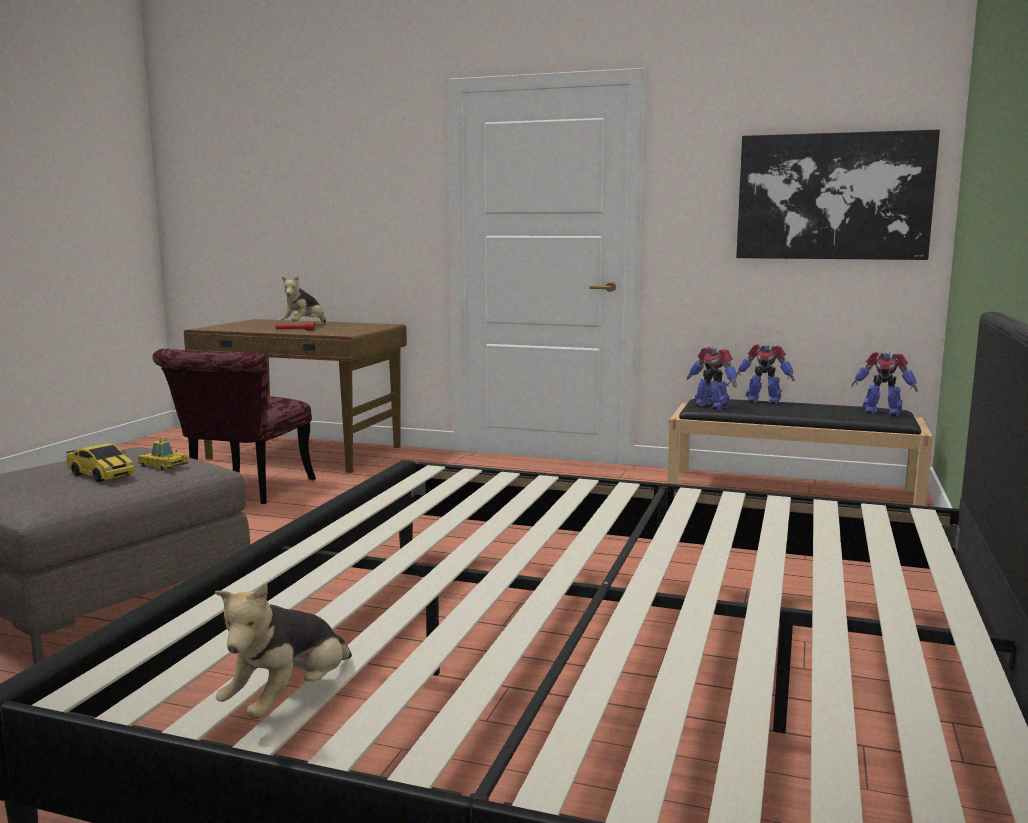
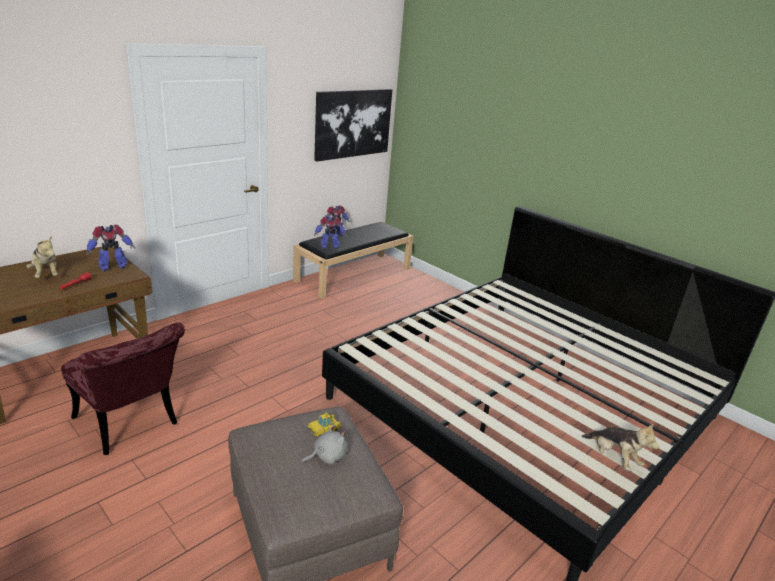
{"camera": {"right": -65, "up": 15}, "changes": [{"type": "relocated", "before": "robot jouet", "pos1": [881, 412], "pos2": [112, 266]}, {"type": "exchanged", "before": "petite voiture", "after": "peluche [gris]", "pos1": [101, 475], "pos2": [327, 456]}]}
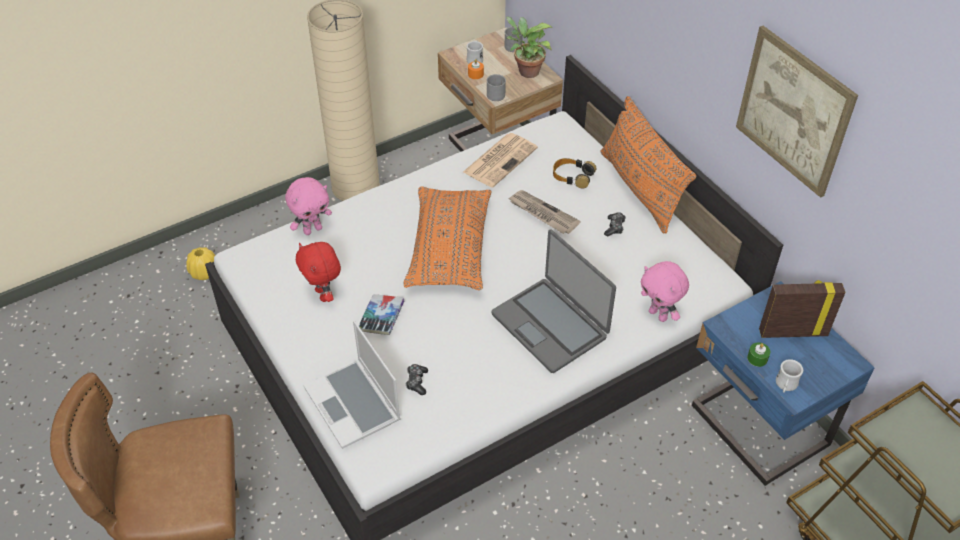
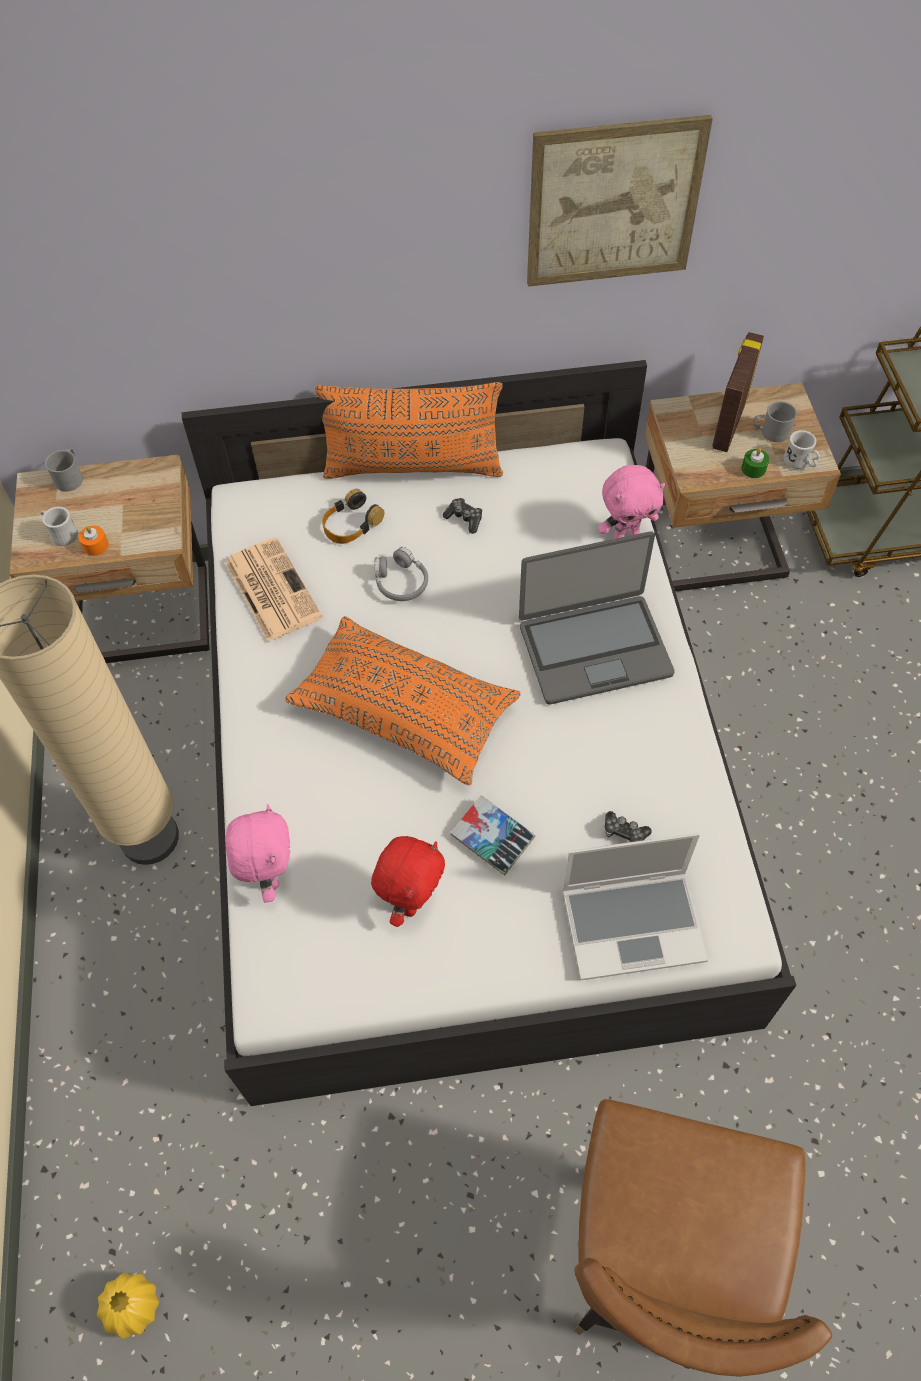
{"camera": {"right": -65, "up": 10}, "changes": [{"type": "relocated", "before": "vase [jaune]", "pos1": [204, 272], "pos2": [133, 1306]}, {"type": "spun", "before": "peluche [rouge]", "pos1": [324, 295], "pos2": [412, 901], "turn": -60}, {"type": "exchanged", "before": "journal", "after": "casque audio [gris]", "pos1": [542, 213], "pos2": [401, 582]}, {"type": "colour", "before": "table de chevet [bleu]", "after": "table de chevet [beige]", "pos1": [756, 429], "pos2": [713, 551]}, {"type": "relocated", "before": "mug [gris]", "pos1": [494, 93], "pos2": [770, 432]}, {"type": "missing", "before": "plante en pot", "pos1": [526, 71]}]}
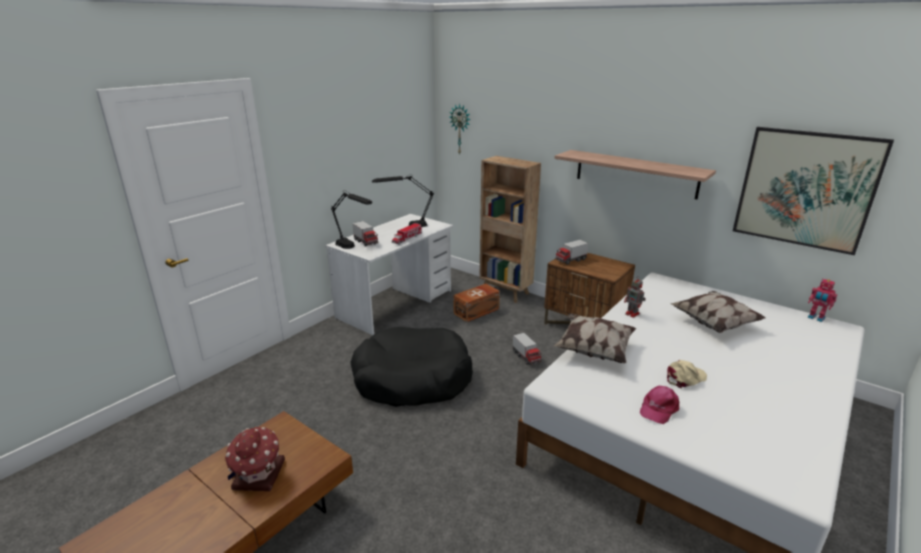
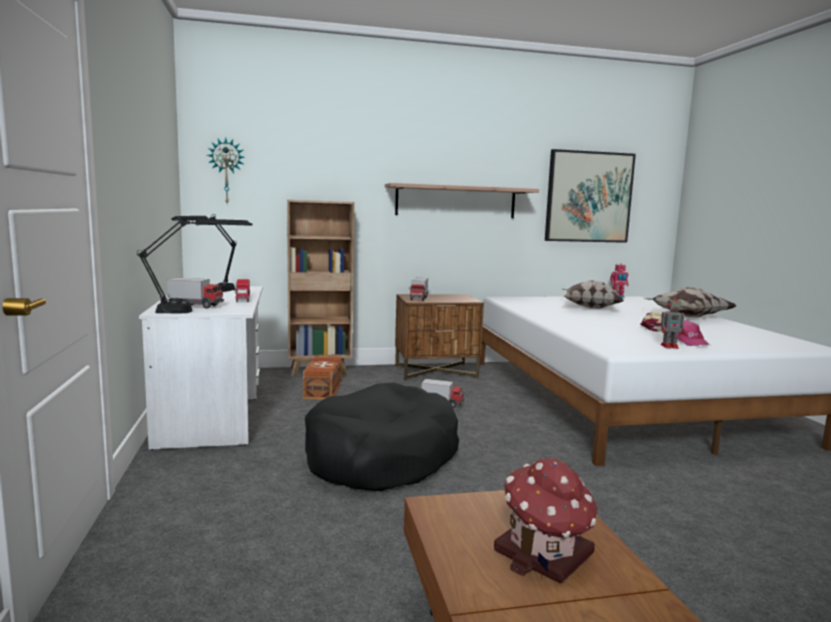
{"camera": {"right": -50, "up": -15}, "changes": [{"type": "relocated", "before": "coussin", "pos1": [593, 350], "pos2": [686, 316]}, {"type": "relocated", "before": "robot jouet", "pos1": [633, 314], "pos2": [670, 346]}]}
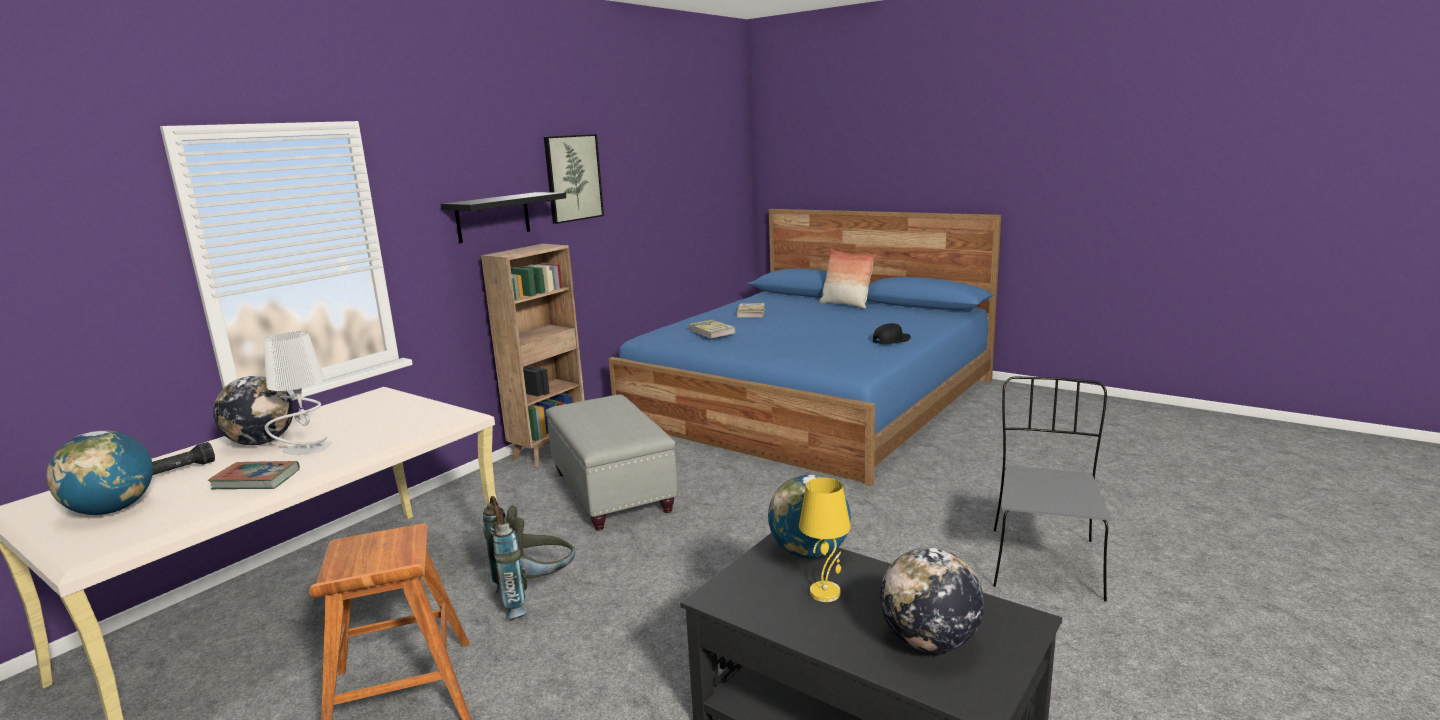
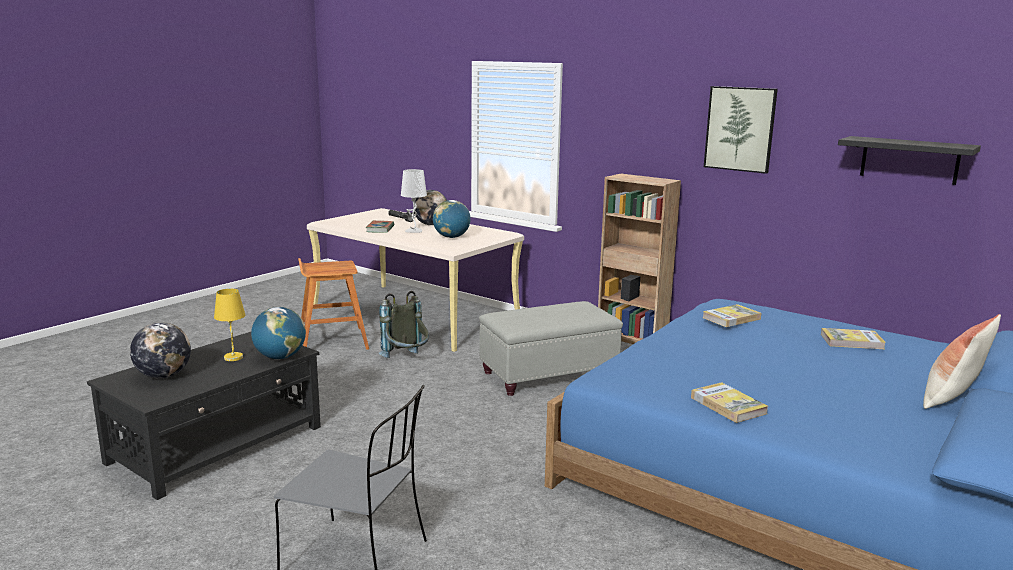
{"camera": {"right": 90, "up": 0}, "changes": [{"type": "relocated", "before": "globe", "pos1": [113, 510], "pos2": [451, 237]}, {"type": "exchanged", "before": "casquette [noir]", "after": "livre", "pos1": [891, 340], "pos2": [728, 405]}, {"type": "relocated", "before": "étagère [noir]", "pos1": [493, 217], "pos2": [909, 160]}]}
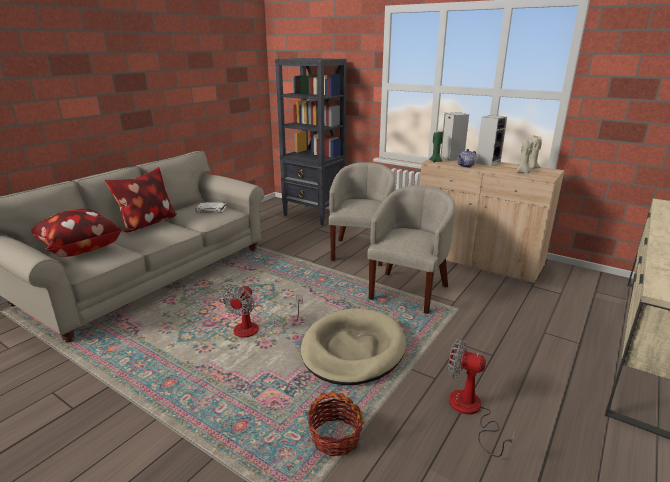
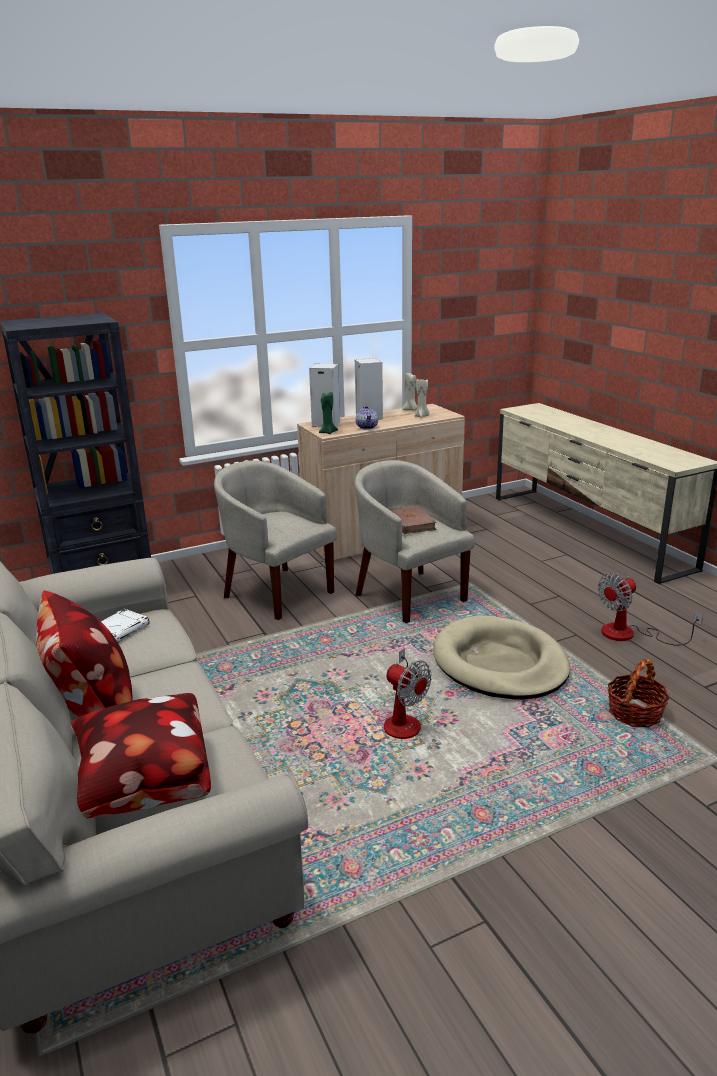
{"camera": {"right": -60, "up": 0}, "changes": [{"type": "appeared", "after": "livre [marron]", "pos2": [411, 523]}]}
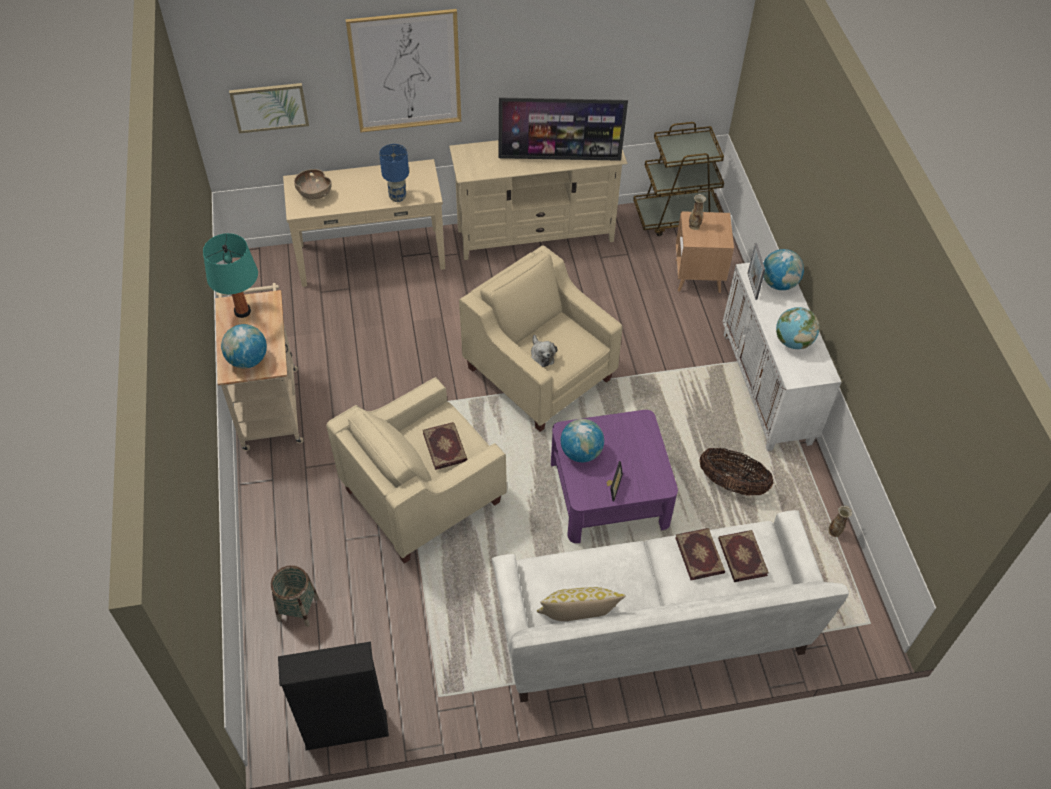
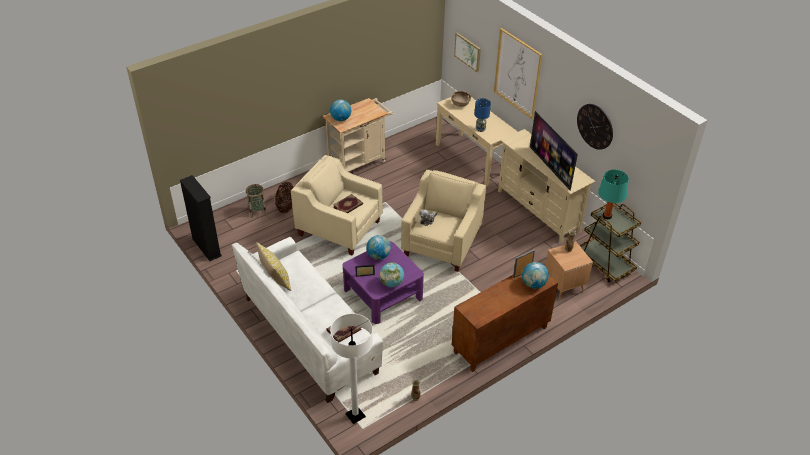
{"camera": {"right": 65, "up": -10}, "changes": [{"type": "relocated", "before": "panier", "pos1": [732, 484], "pos2": [286, 206]}, {"type": "appeared", "after": "lampadaire [blanc]", "pos2": [355, 415]}, {"type": "relocated", "before": "globe", "pos1": [793, 341], "pos2": [391, 283]}, {"type": "colour", "before": "meuble de rangement [blanc]", "after": "meuble de rangement [marron]", "pos1": [767, 388], "pos2": [500, 340]}, {"type": "appeared", "after": "horloge murale", "pos2": [595, 126]}, {"type": "relocated", "before": "lampe de table [turquoise]", "pos1": [242, 311], "pos2": [607, 216]}, {"type": "missing", "before": "livre", "pos1": [700, 555]}]}
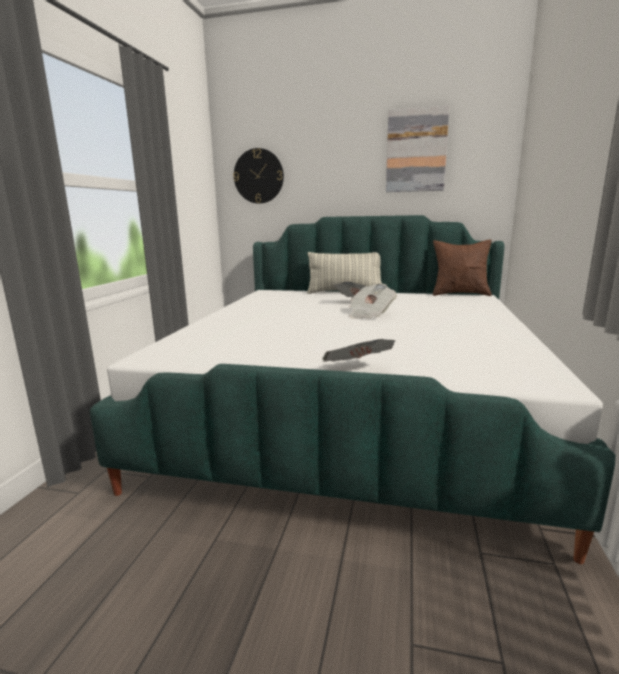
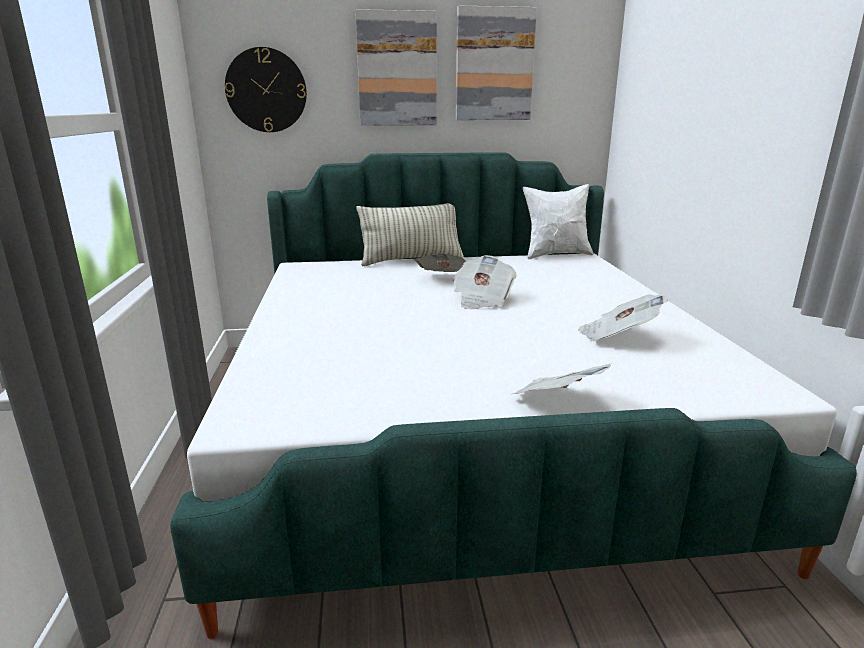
{"camera": {"right": -20, "up": 5}, "changes": [{"type": "appeared", "after": "tableau", "pos2": [397, 70]}, {"type": "colour", "before": "coussin [marron]", "after": "coussin [blanc]", "pos1": [460, 294], "pos2": [556, 254]}, {"type": "appeared", "after": "journal", "pos2": [617, 337]}]}
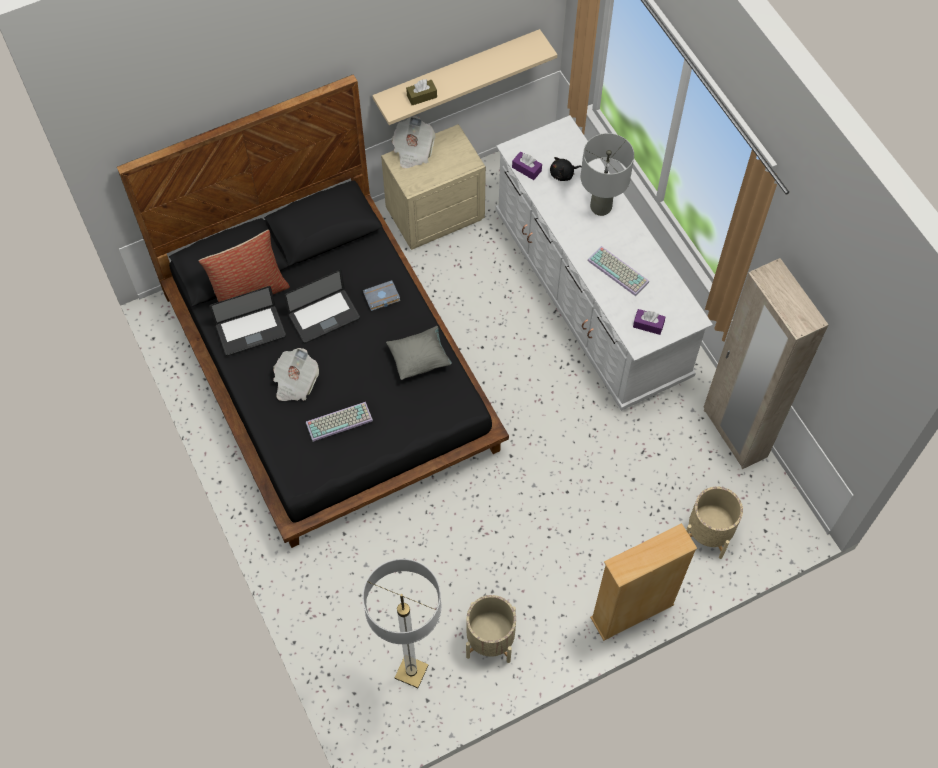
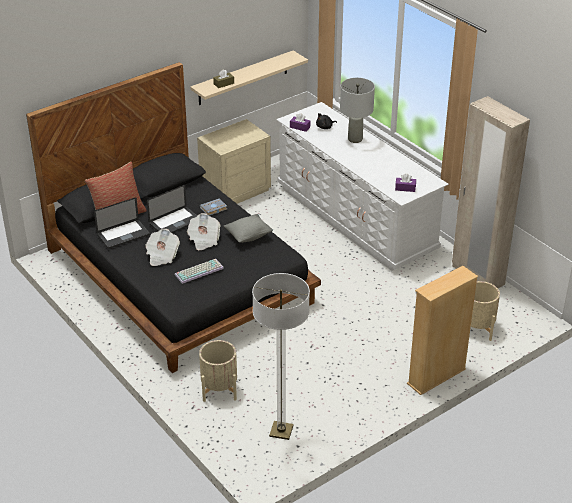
{"camera": {"right": -10, "up": -25}, "changes": [{"type": "relocated", "before": "journal", "pos1": [413, 151], "pos2": [204, 240]}, {"type": "relocated", "before": "cache-pot [beige]", "pos1": [490, 639], "pos2": [219, 389]}, {"type": "missing", "before": "clavier", "pos1": [619, 271]}]}
